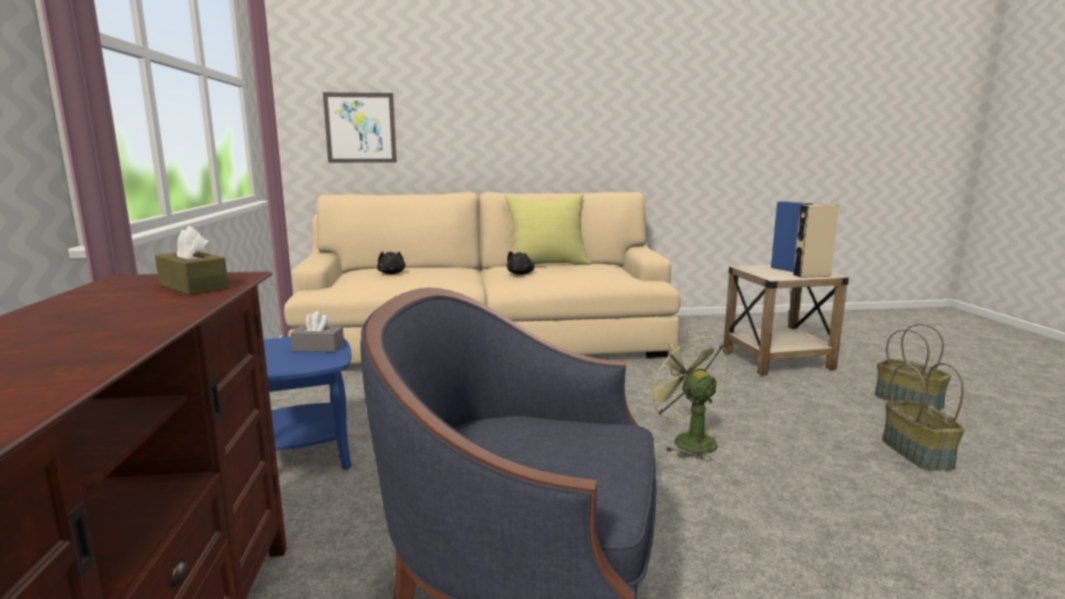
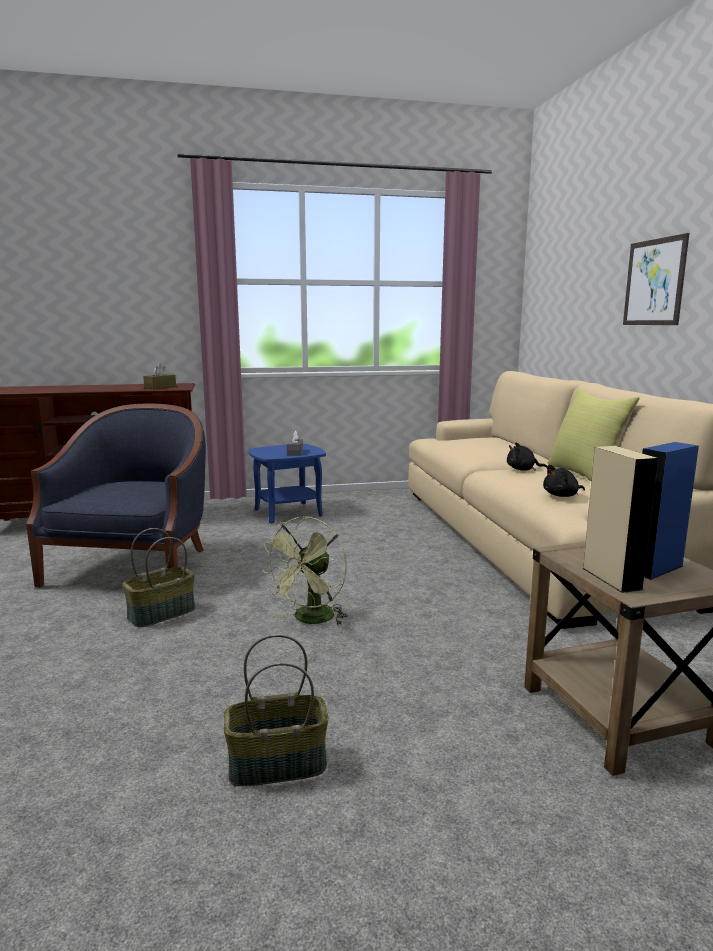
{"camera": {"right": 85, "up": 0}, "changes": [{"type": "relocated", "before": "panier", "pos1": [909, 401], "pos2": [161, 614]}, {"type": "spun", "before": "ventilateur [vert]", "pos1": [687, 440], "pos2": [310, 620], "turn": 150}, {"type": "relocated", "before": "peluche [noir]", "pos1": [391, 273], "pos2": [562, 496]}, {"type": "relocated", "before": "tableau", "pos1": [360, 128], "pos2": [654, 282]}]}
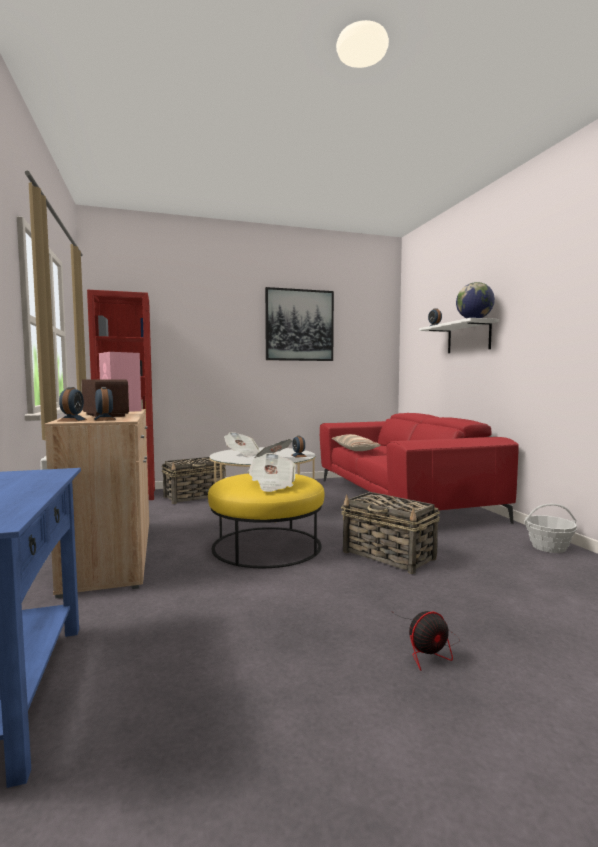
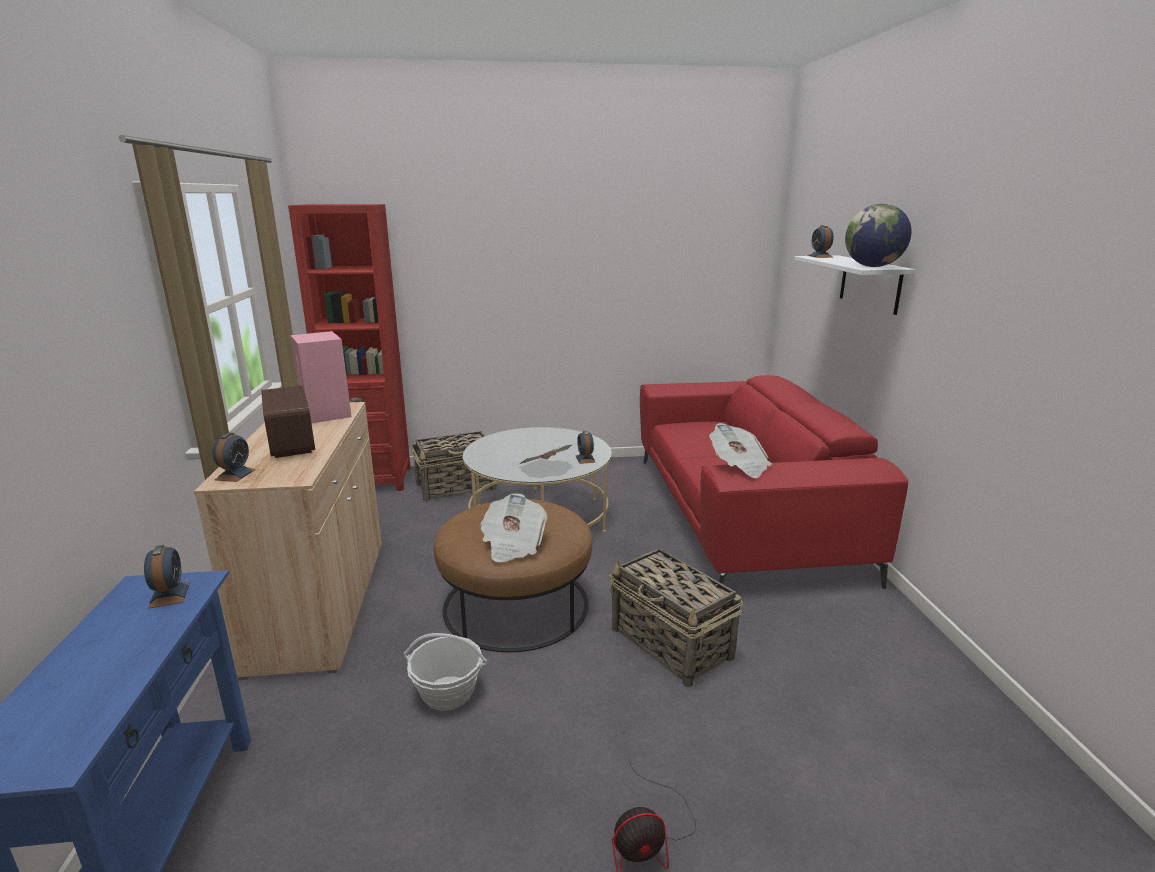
{"camera": {"right": 10, "up": 15}, "changes": [{"type": "relocated", "before": "réveil", "pos1": [104, 419], "pos2": [169, 595]}, {"type": "relocated", "before": "panier", "pos1": [548, 547], "pos2": [447, 693]}, {"type": "colour", "before": "pouf [jaune]", "after": "pouf [marron]", "pos1": [267, 545], "pos2": [516, 604]}, {"type": "relocated", "before": "journal", "pos1": [242, 454], "pos2": [739, 466]}, {"type": "missing", "before": "tableau", "pos1": [299, 325]}, {"type": "missing", "before": "coussin", "pos1": [354, 449]}]}
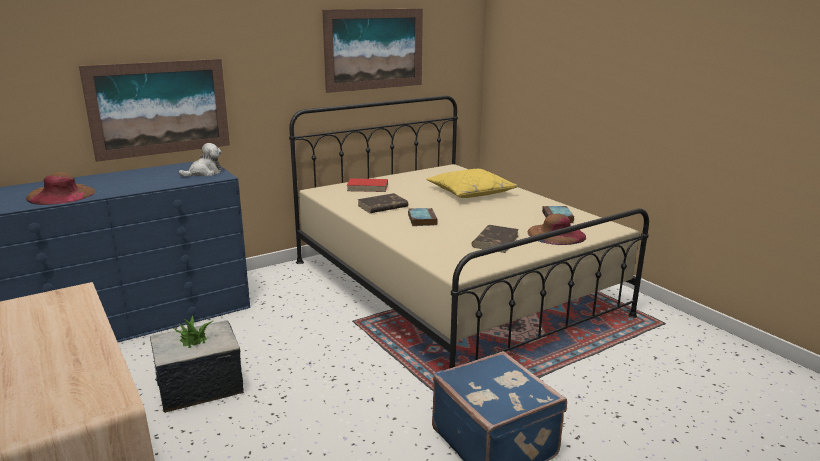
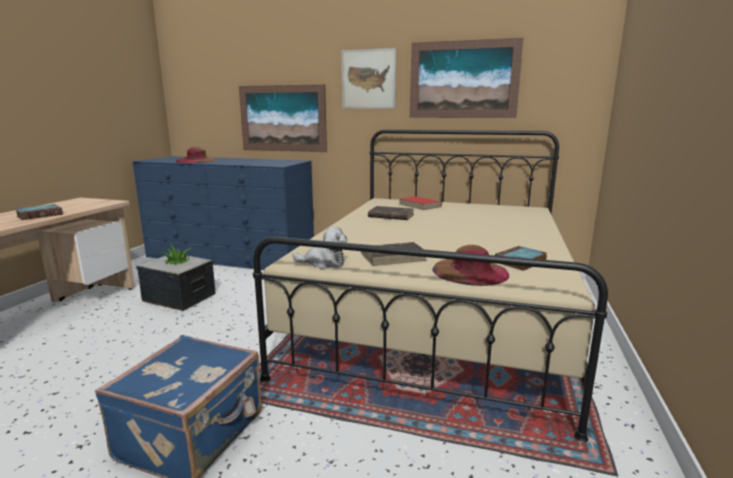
{"camera": {"right": 50, "up": -5}, "changes": [{"type": "relocated", "before": "livre", "pos1": [421, 219], "pos2": [40, 215]}, {"type": "relocated", "before": "peluche", "pos1": [204, 173], "pos2": [323, 263]}, {"type": "appeared", "after": "tableau", "pos2": [368, 79]}, {"type": "missing", "before": "coussin [jaune]", "pos1": [471, 192]}]}
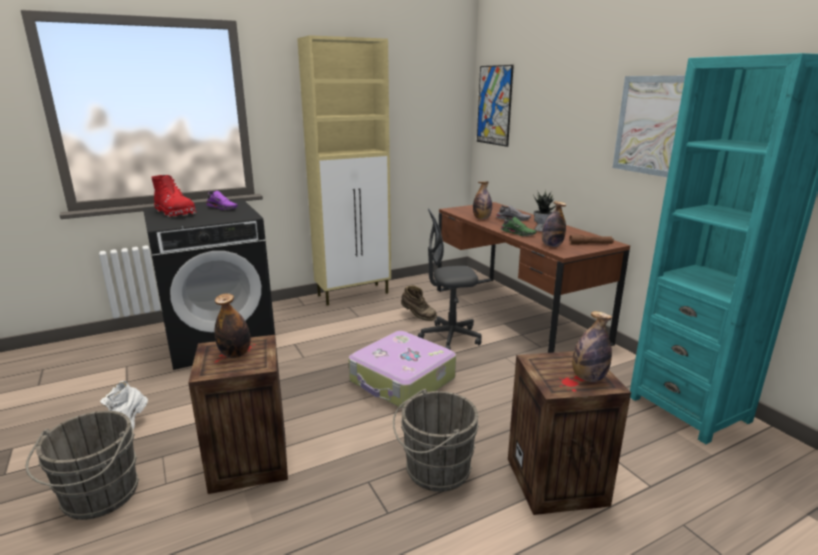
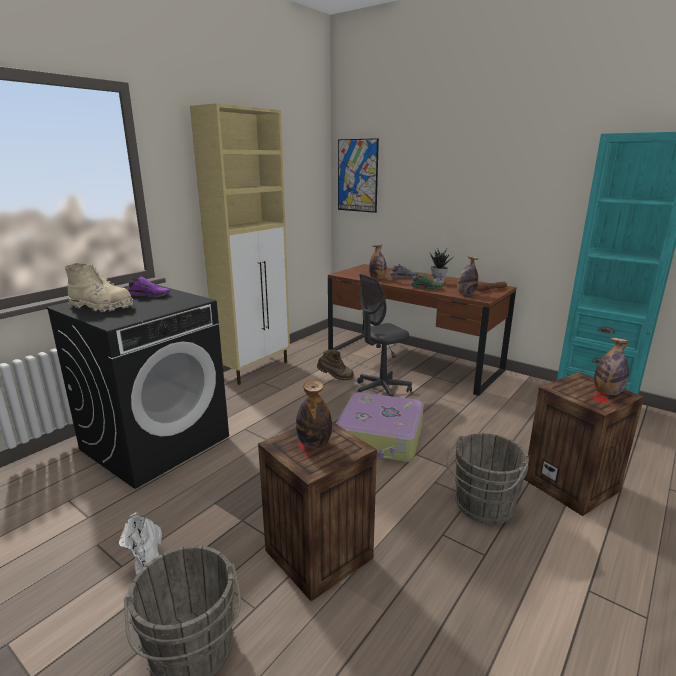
{"camera": {"right": -25, "up": 0}, "changes": [{"type": "colour", "before": "botte [rouge]", "after": "botte [beige]", "pos1": [175, 213], "pos2": [101, 307]}, {"type": "missing", "before": "tableau", "pos1": [651, 125]}]}
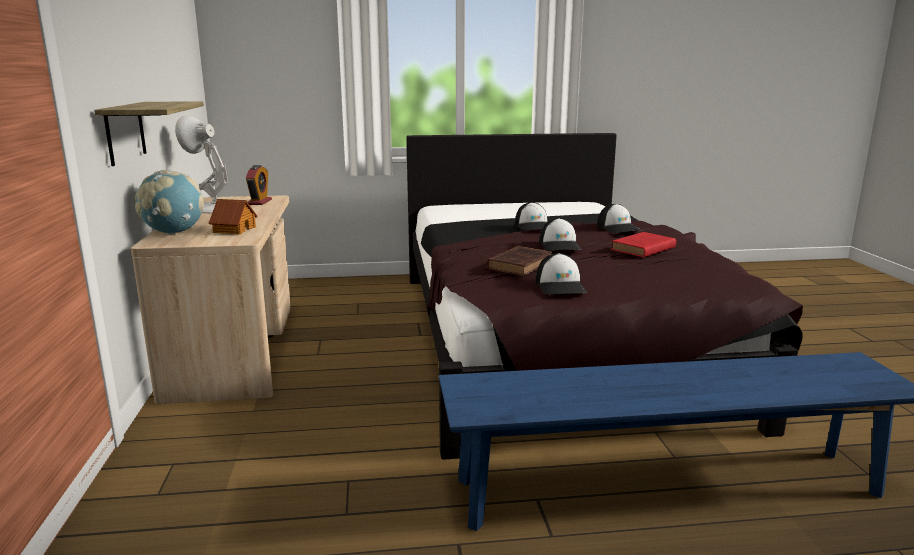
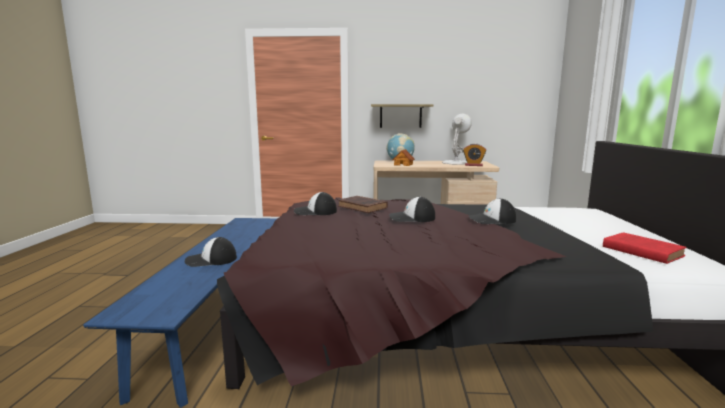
{"camera": {"right": 100, "up": -5}, "changes": [{"type": "relocated", "before": "casquette", "pos1": [618, 228], "pos2": [211, 260]}, {"type": "relocated", "before": "livre [rouge]", "pos1": [642, 249], "pos2": [640, 251]}]}
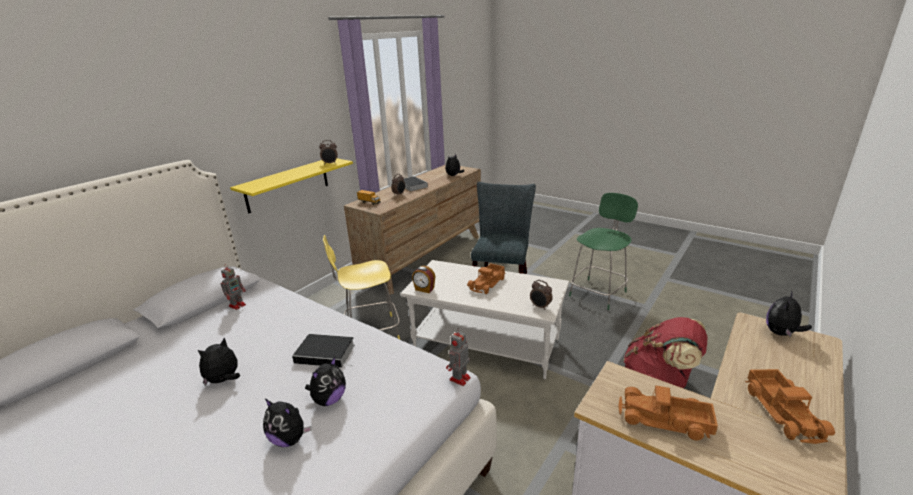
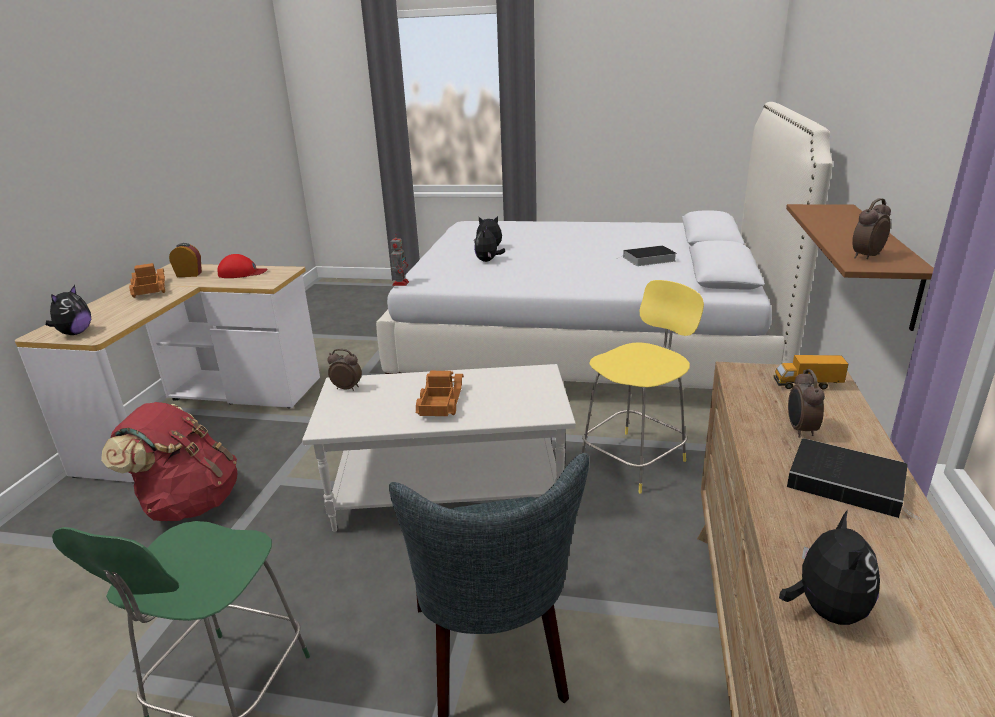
{"camera": {"right": 155, "up": 0}, "changes": [{"type": "relocated", "before": "réveil", "pos1": [424, 289], "pos2": [189, 274]}, {"type": "exchanged", "before": "camion jouet", "after": "casquette [rouge]", "pos1": [665, 421], "pos2": [242, 273]}, {"type": "relocated", "before": "livre", "pos1": [327, 353], "pos2": [648, 259]}, {"type": "colour", "before": "étagère [jaune]", "after": "étagère [marron]", "pos1": [287, 184], "pos2": [883, 263]}, {"type": "missing", "before": "peluche", "pos1": [224, 380]}, {"type": "missing", "before": "robot jouet", "pos1": [238, 305]}]}
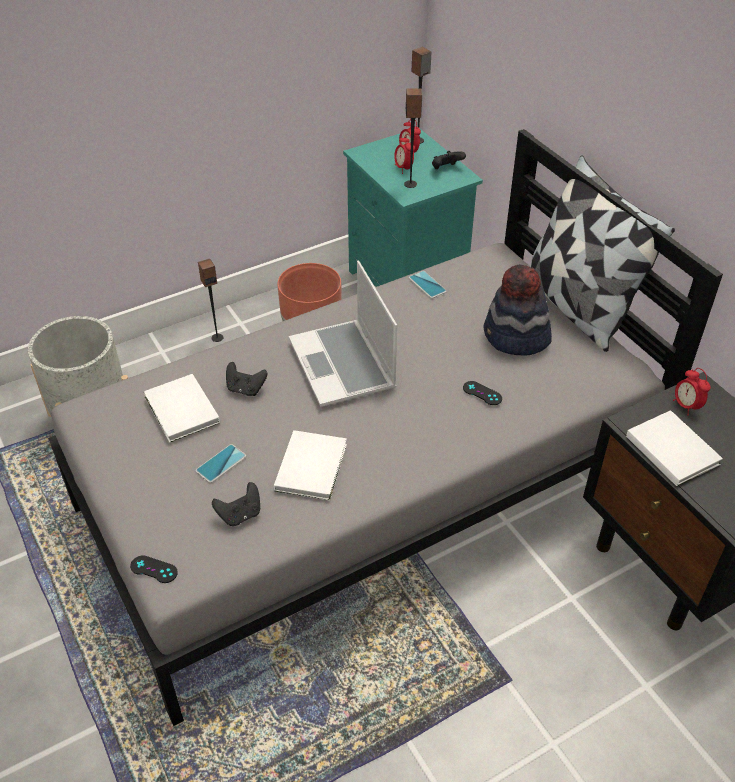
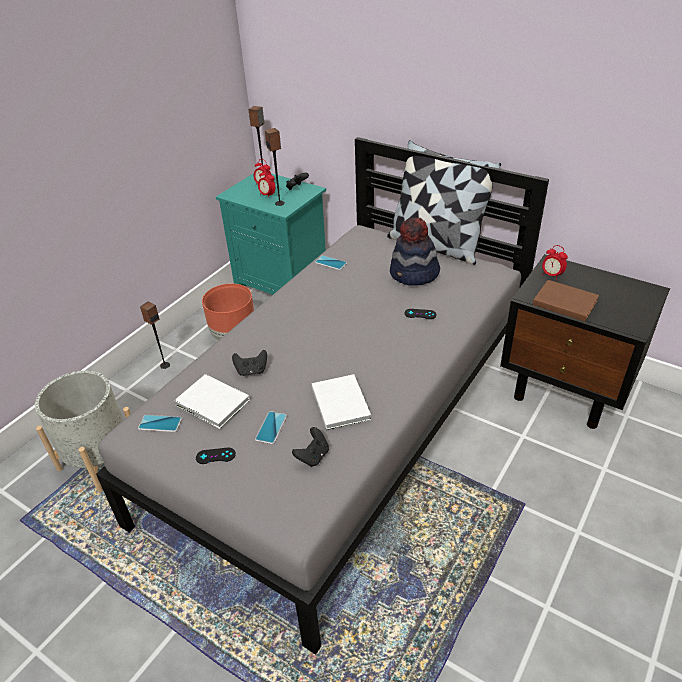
{"camera": {"right": -25, "up": -5}, "changes": [{"type": "appeared", "after": "téléphone", "pos2": [160, 424]}, {"type": "relocated", "before": "manette [noir]", "pos1": [154, 569], "pos2": [215, 456]}, {"type": "colour", "before": "livre [blanc]", "after": "livre [marron]", "pos1": [671, 448], "pos2": [563, 301]}, {"type": "missing", "before": "ordinateur portable", "pos1": [344, 365]}]}
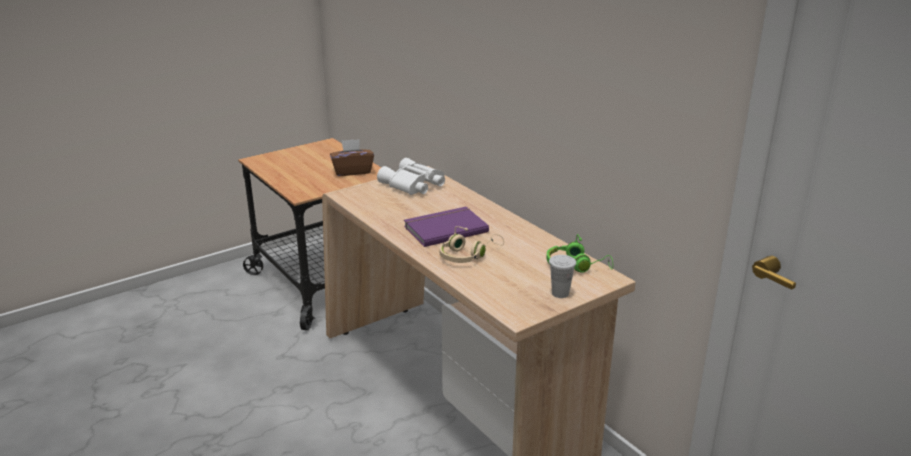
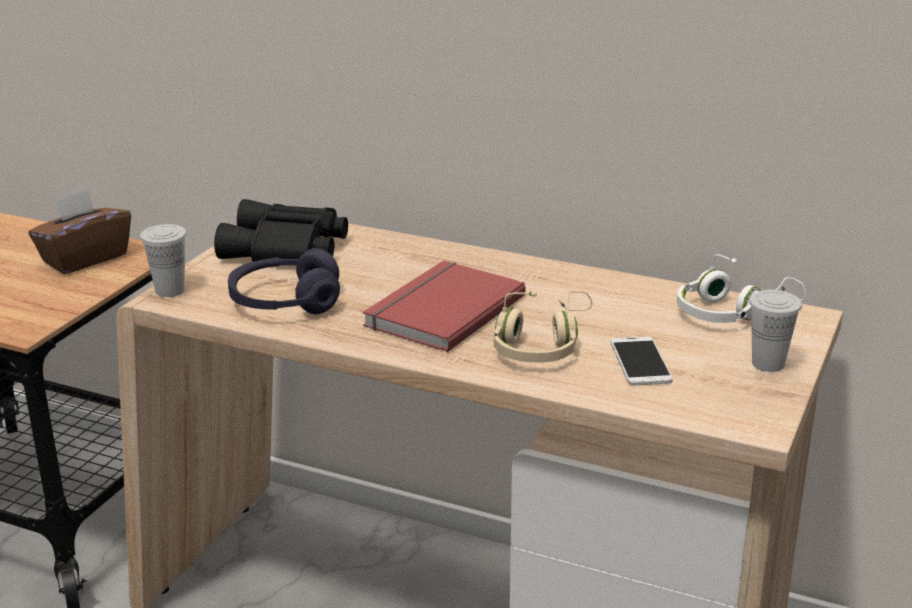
{"camera": {"right": -30, "up": 0}, "changes": [{"type": "appeared", "after": "tasse [blanc]", "pos2": [170, 290]}, {"type": "colour", "before": "jumelles [blanc]", "after": "jumelles [noir]", "pos1": [413, 185], "pos2": [286, 249]}, {"type": "appeared", "after": "casque audio [violet]", "pos2": [285, 302]}, {"type": "colour", "before": "livre [violet]", "after": "livre [rouge]", "pos1": [444, 228], "pos2": [441, 310]}, {"type": "appeared", "after": "téléphone", "pos2": [640, 362]}, {"type": "colour", "before": "casque audio [vert]", "after": "casque audio [blanc]", "pos1": [576, 266], "pos2": [732, 312]}]}
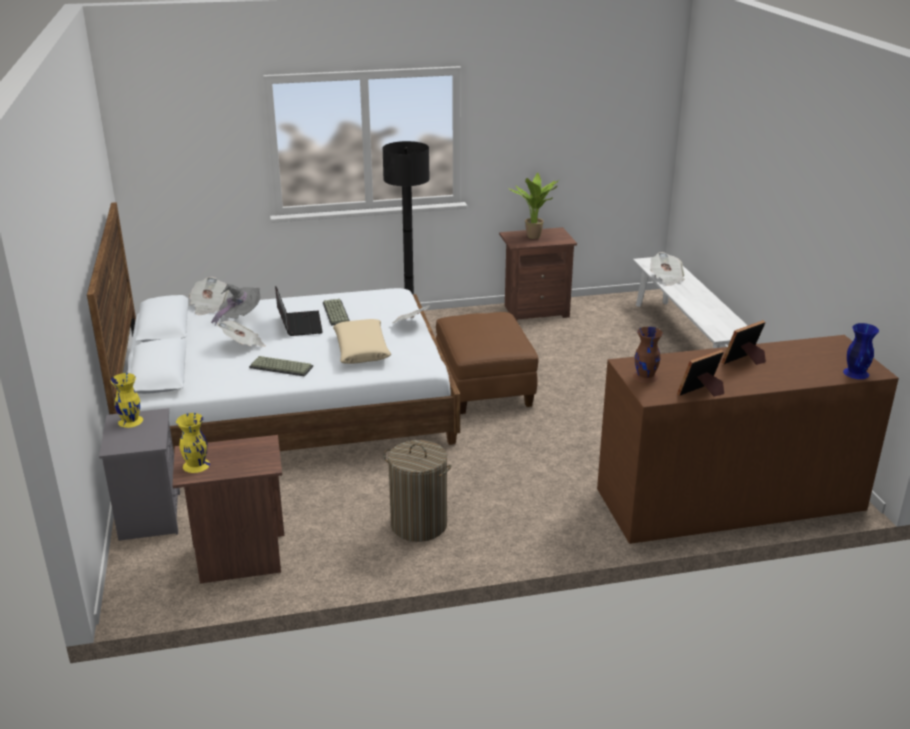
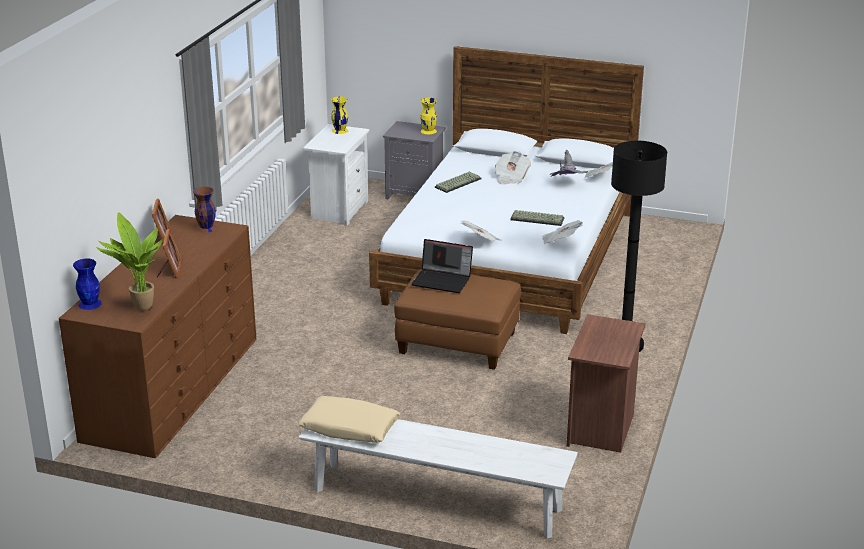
{"camera": {"right": 120, "up": 0}, "changes": [{"type": "relocated", "before": "plante en pot", "pos1": [535, 238], "pos2": [140, 308]}, {"type": "relocated", "before": "coussin [beige]", "pos1": [362, 349], "pos2": [349, 428]}, {"type": "colour", "before": "table de chevet [marron]", "after": "table de chevet [blanc]", "pos1": [239, 559], "pos2": [338, 210]}, {"type": "relocated", "before": "ordinateur portable", "pos1": [299, 324], "pos2": [443, 280]}, {"type": "relocated", "before": "journal", "pos1": [666, 278], "pos2": [560, 242]}, {"type": "missing", "before": "panier à linge", "pos1": [418, 524]}]}
